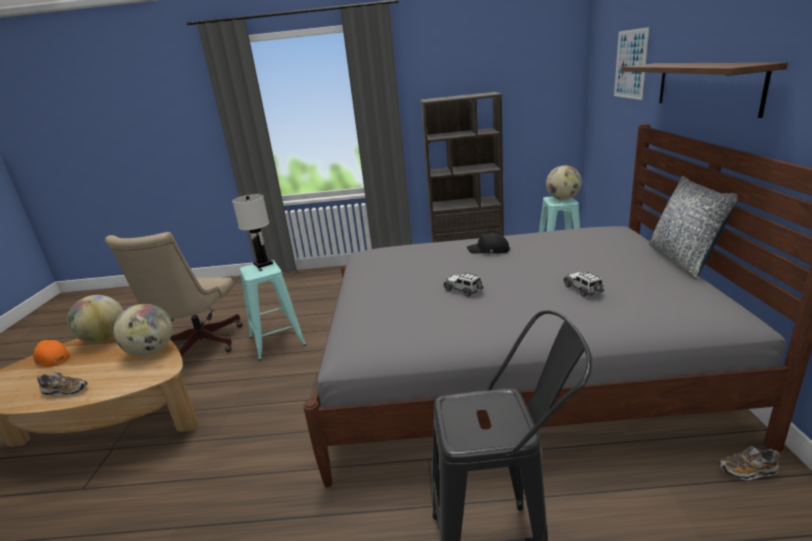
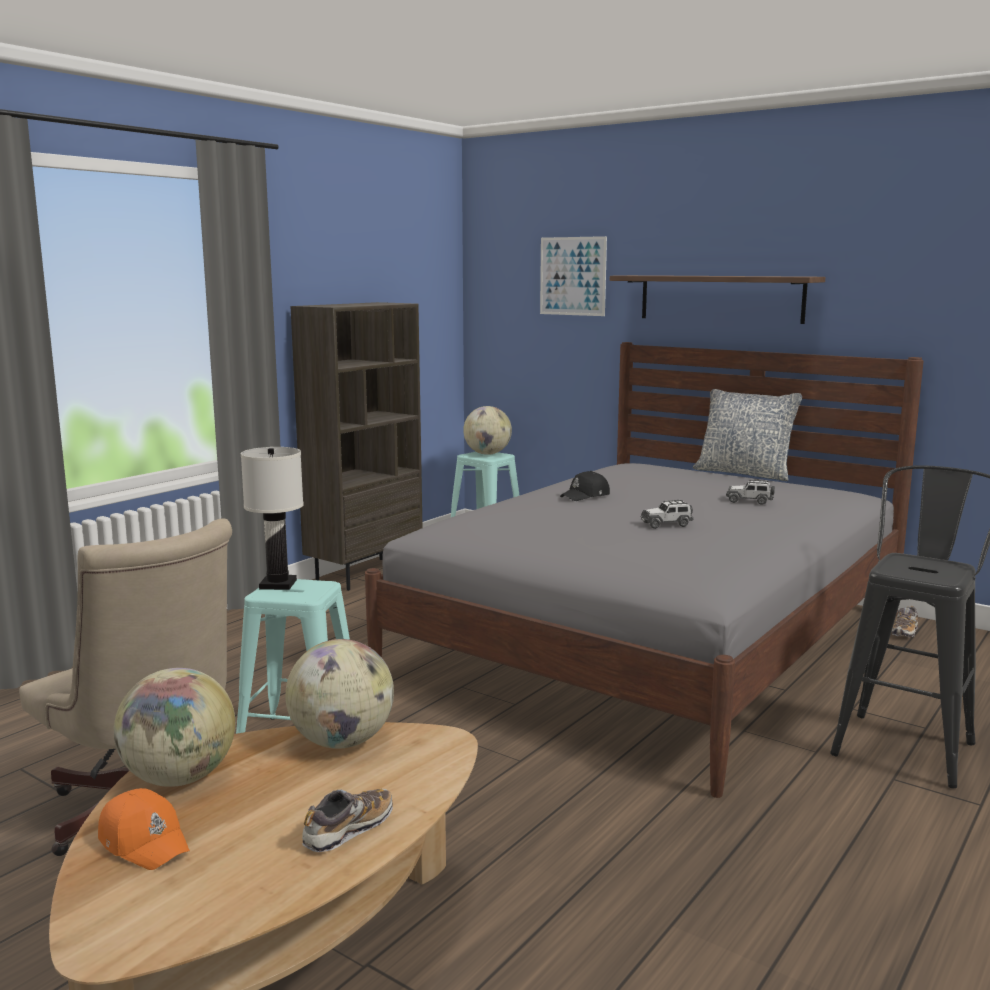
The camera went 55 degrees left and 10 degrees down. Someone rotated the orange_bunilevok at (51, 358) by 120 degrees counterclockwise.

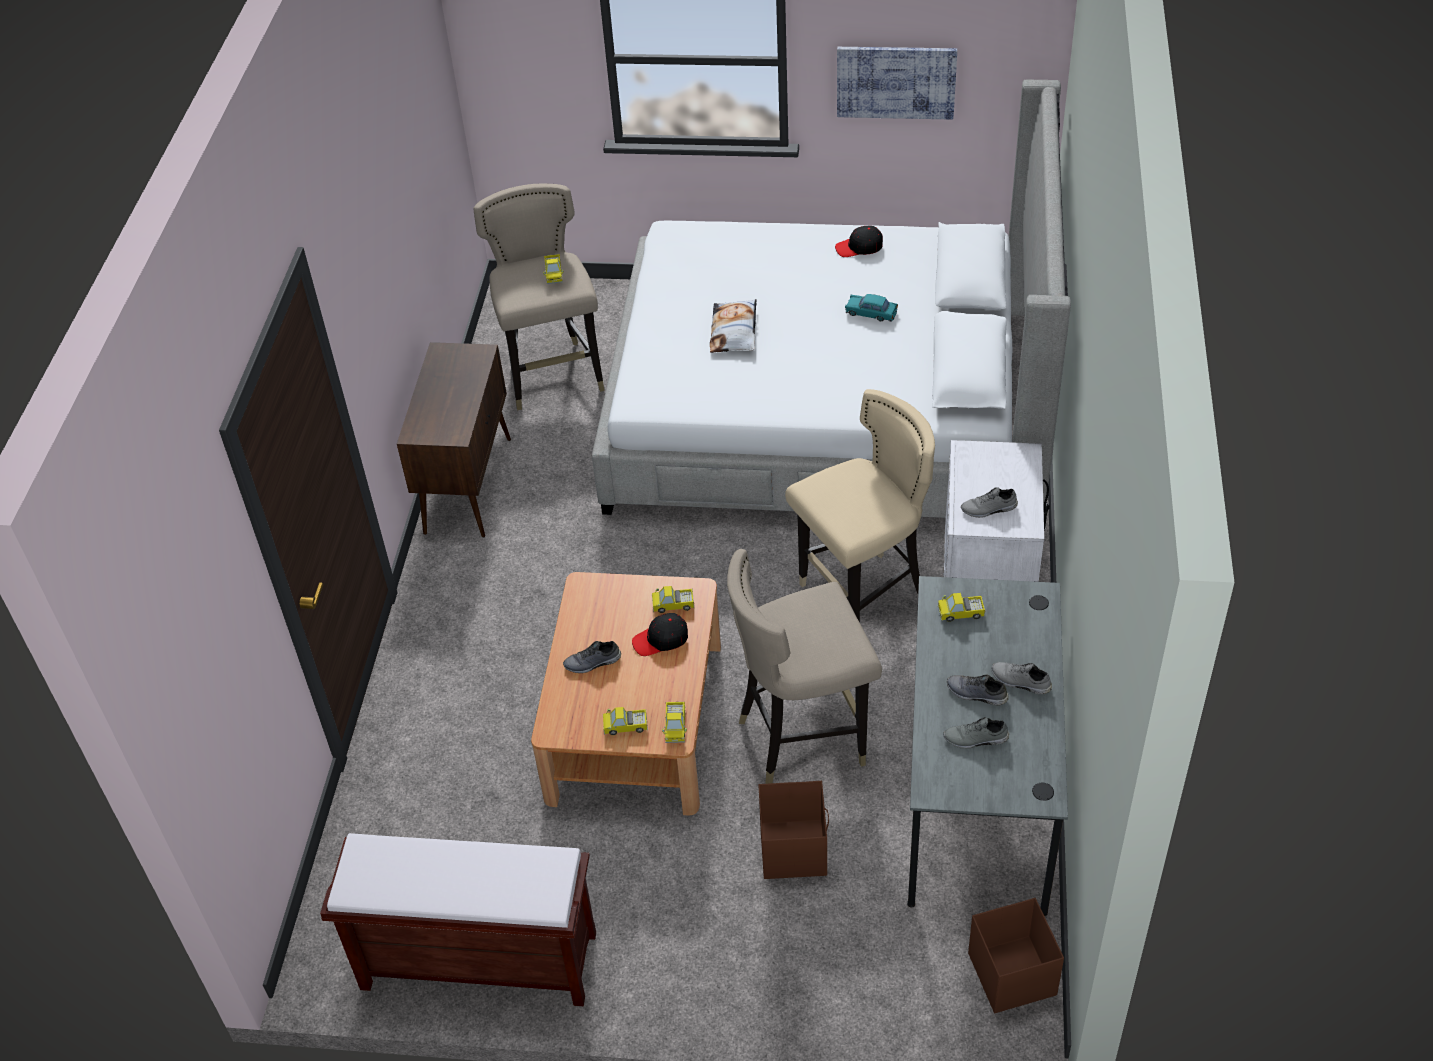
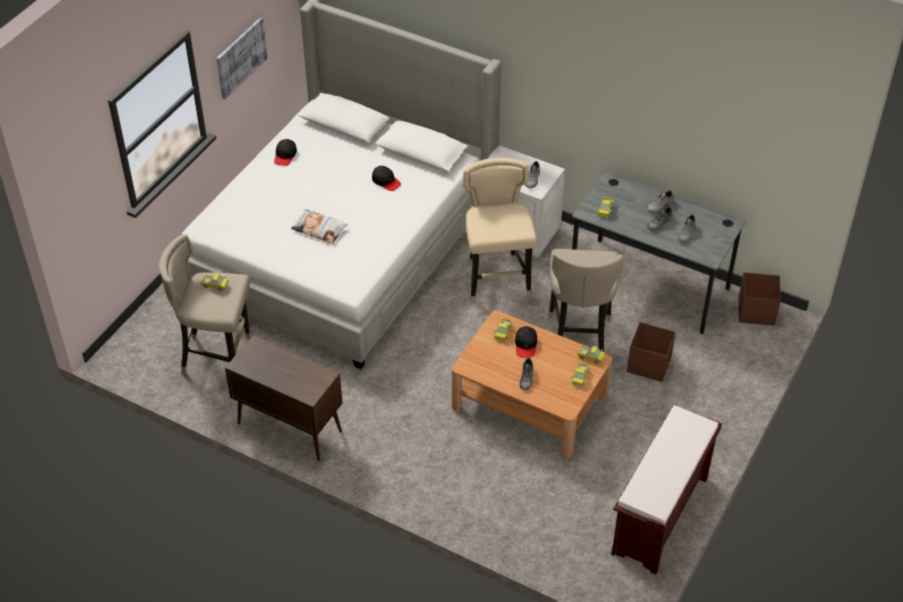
The camera went 70 degrees left and 0 degrees up. Someone took away the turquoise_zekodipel at (871, 313). Someone put down the black_bunilevok at (386, 181).

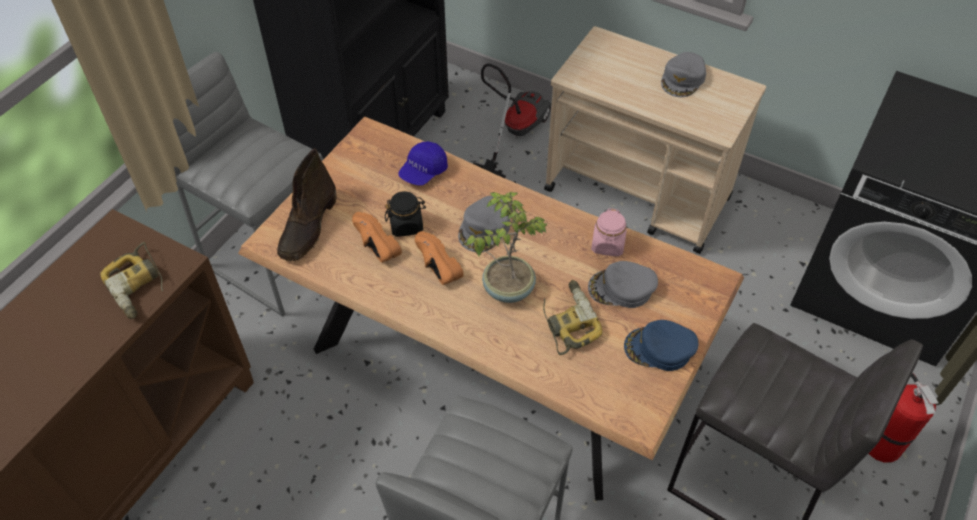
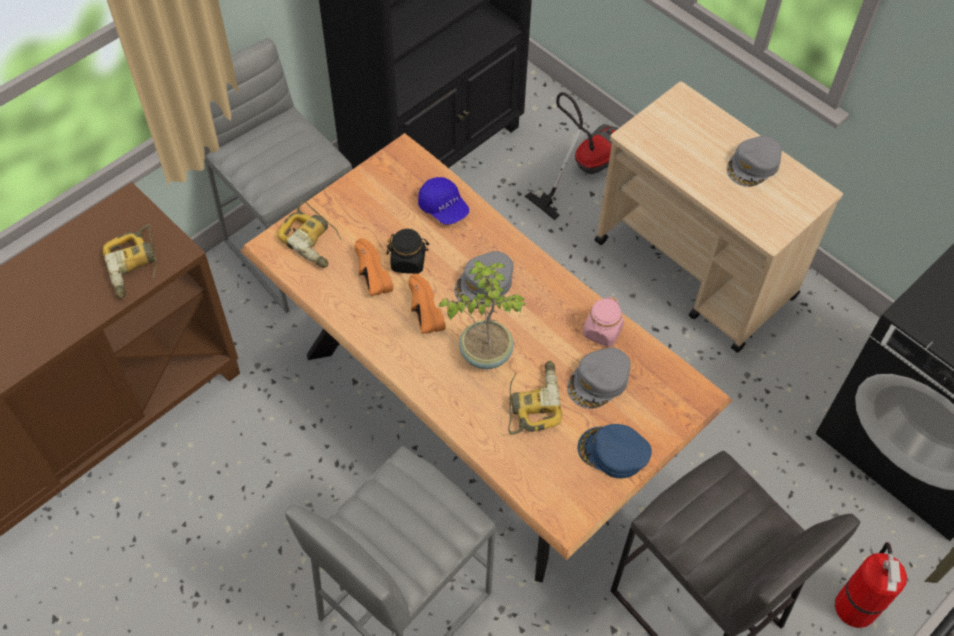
The camera went 15 degrees right and 5 degrees up. Someone rotated the blue_bunilevok at (423, 172) by 90 degrees counterclockwise. Someone swapped the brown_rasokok at (308, 227) for the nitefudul at (313, 240). Someone rotated the grey_bunilevok at (621, 289) by 60 degrees counterclockwise.

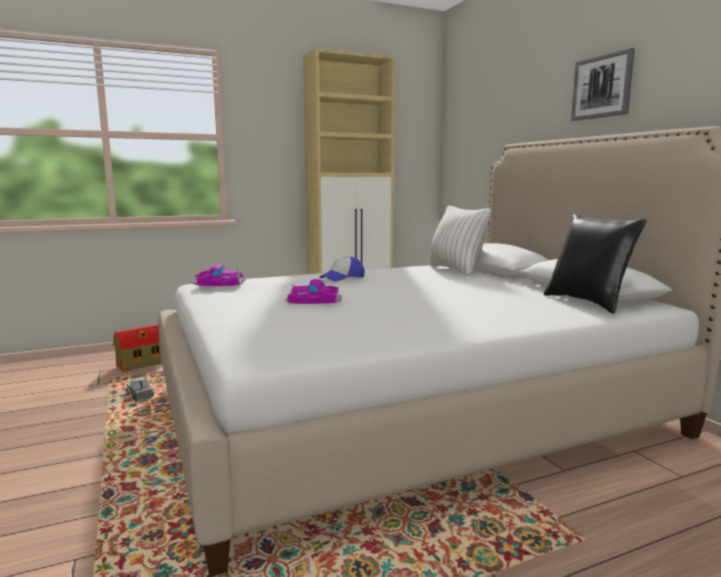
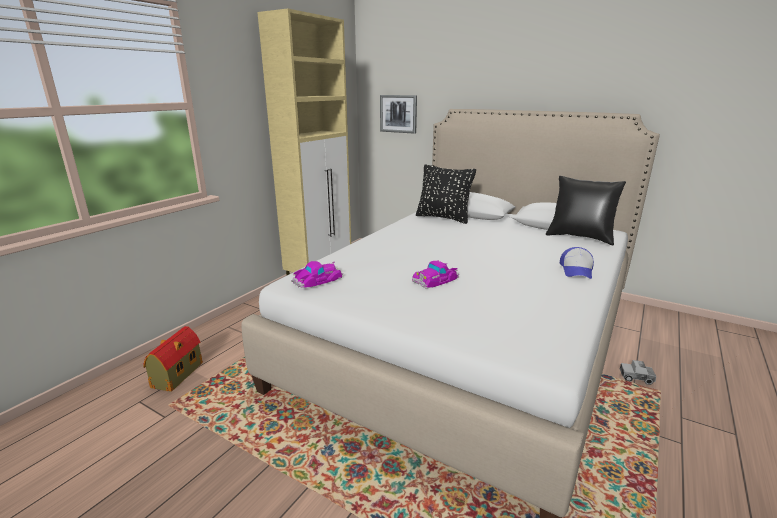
The camera went 35 degrees left and 10 degrees up. Someone carried the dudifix from (602, 87) to (398, 113). Someone repainted the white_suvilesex at (455, 270), which became the black_suvilesex at (443, 218). Someone carried the bunilevok from (343, 278) to (576, 270). Someone carried the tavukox from (140, 396) to (636, 378).

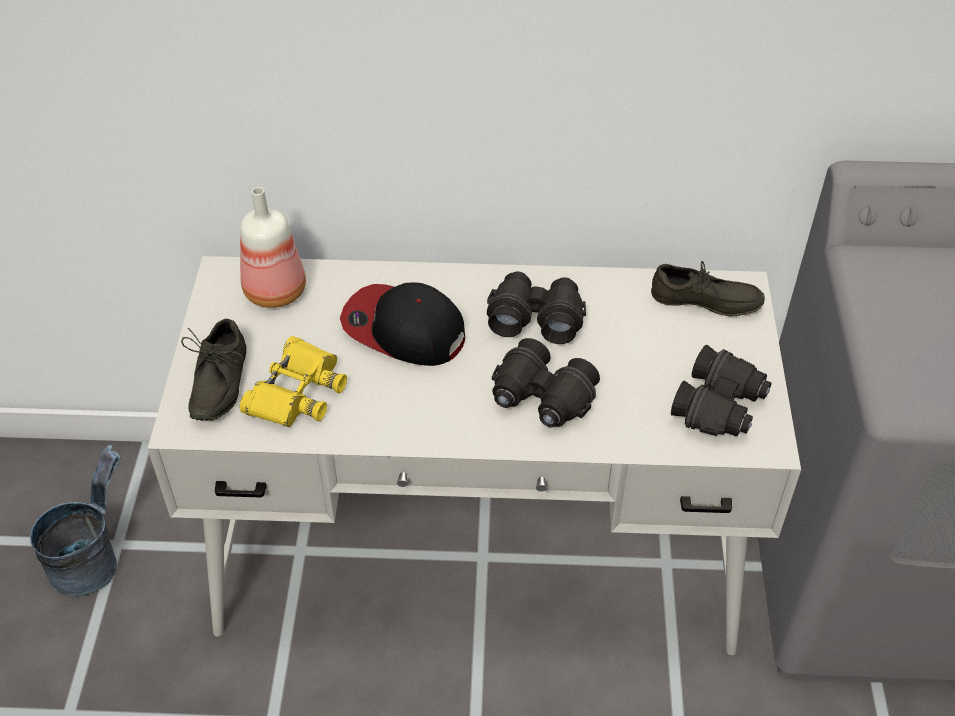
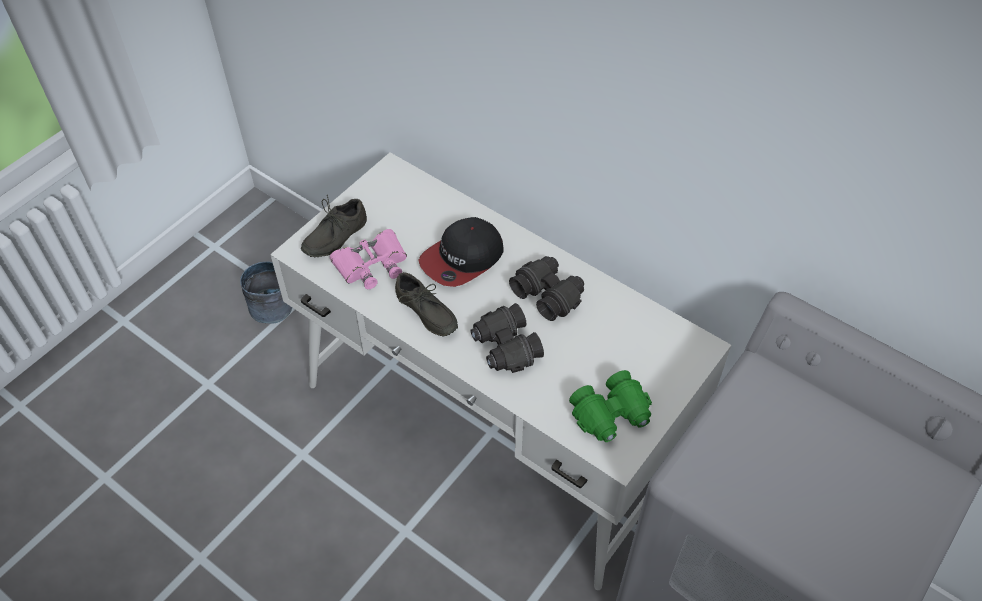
The camera went 35 degrees right and 5 degrees up. Someone took away the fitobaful at (273, 291). Someone carried the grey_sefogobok from (705, 304) to (424, 314). Someone rotated the bunilevok at (403, 329) by 105 degrees counterclockwise. Someone repainted the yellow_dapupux at (297, 391), which became the pink_dapupux at (372, 264). Someone repainted the black_dapupux at (720, 406), which became the green_dapupux at (611, 415).

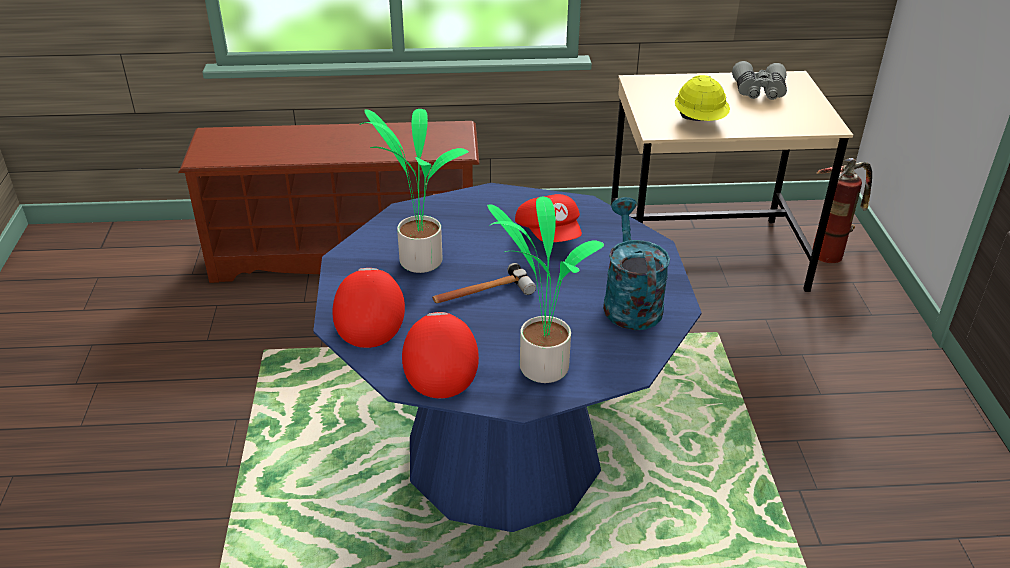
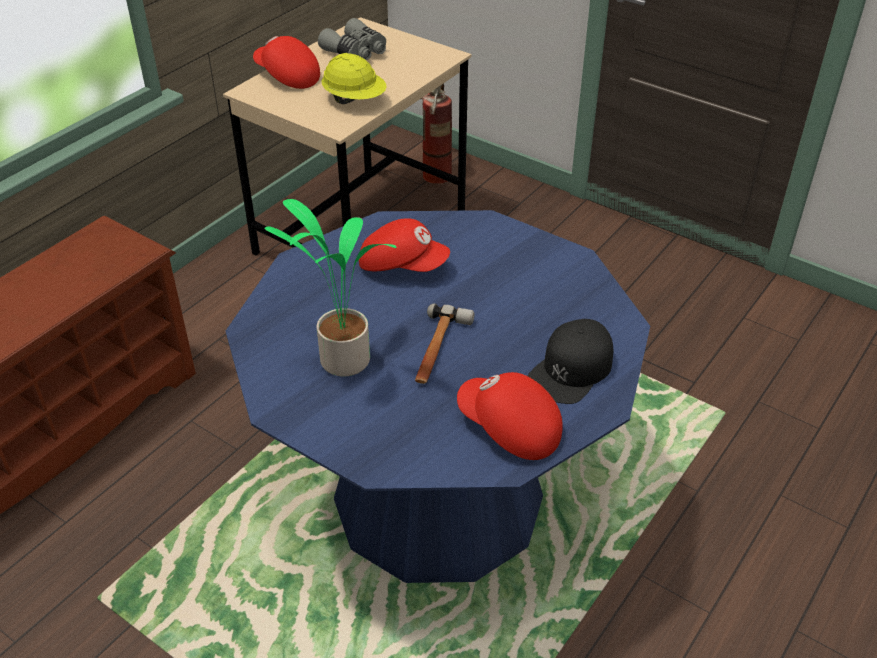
The camera went 50 degrees left and 5 degrees up. Someone swapped the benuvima at (541, 366) for the black_bunilevok at (571, 369). Someone took away the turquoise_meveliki at (629, 301). Someone carried the red_bunilevok from (369, 319) to (287, 76).

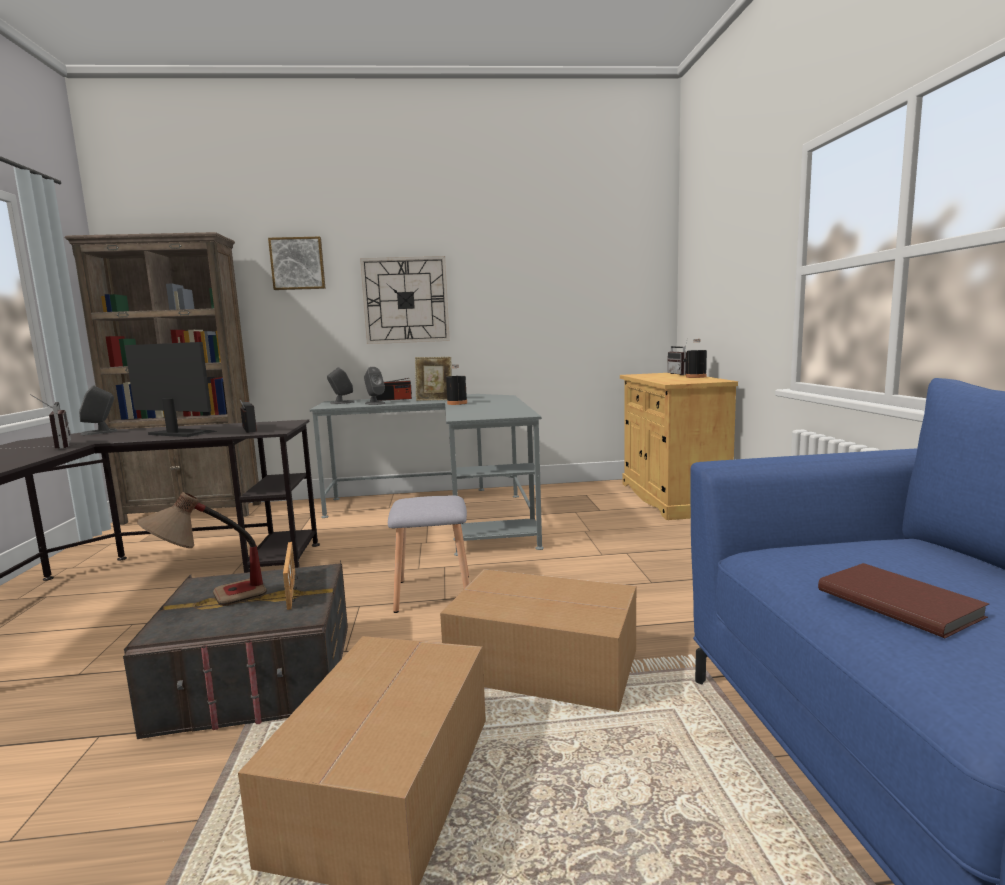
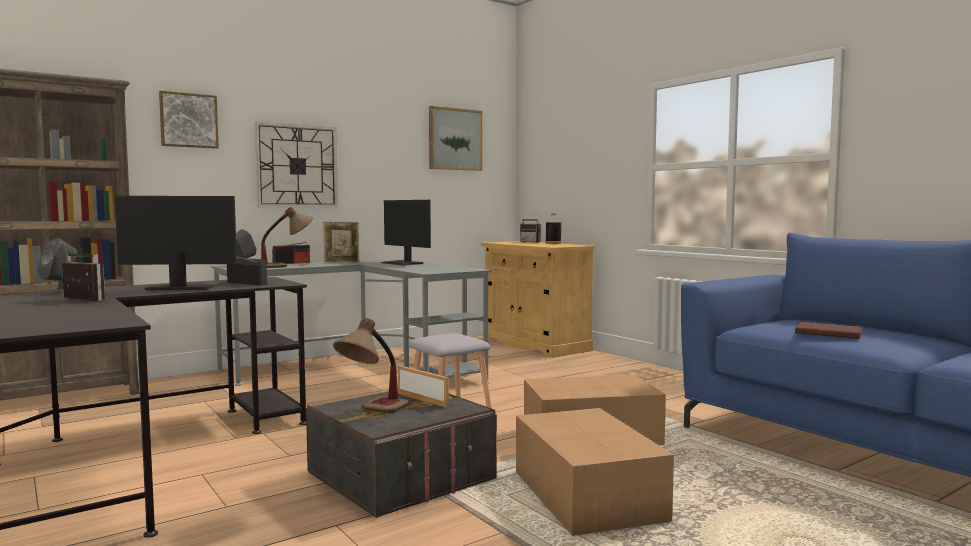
The camera went 30 degrees left and 5 degrees down. Someone took away the black_fitobaful at (457, 403). Someone swapped the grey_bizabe at (375, 403) for the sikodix at (287, 266). Someone put up the dudifix at (454, 139). Someone put down the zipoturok at (402, 263).

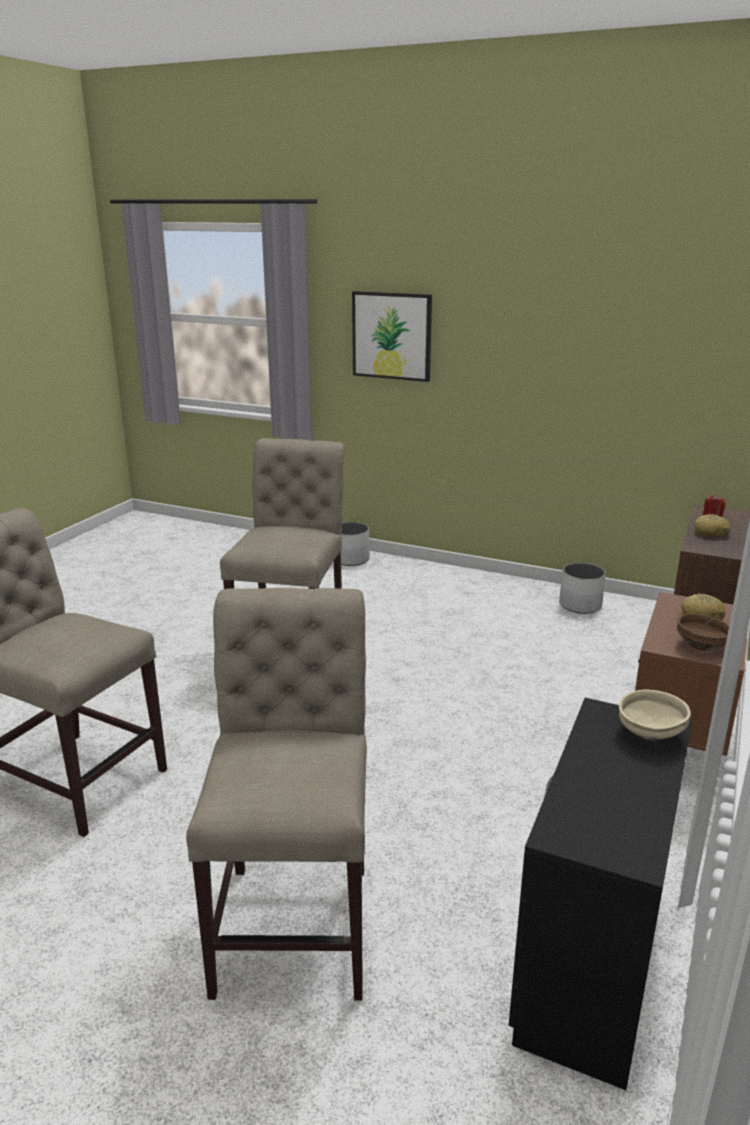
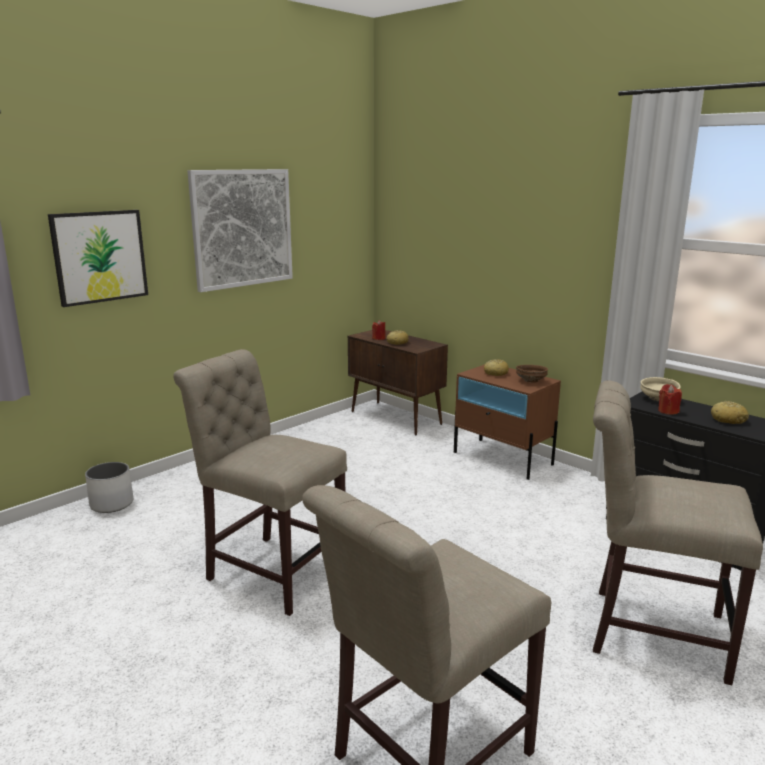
The camera went 70 degrees left and 5 degrees down. Someone took away the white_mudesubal at (579, 605). Someone put up the dudifix at (242, 228). Someone put down the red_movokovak at (668, 411). Someone put down the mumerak at (728, 420).

